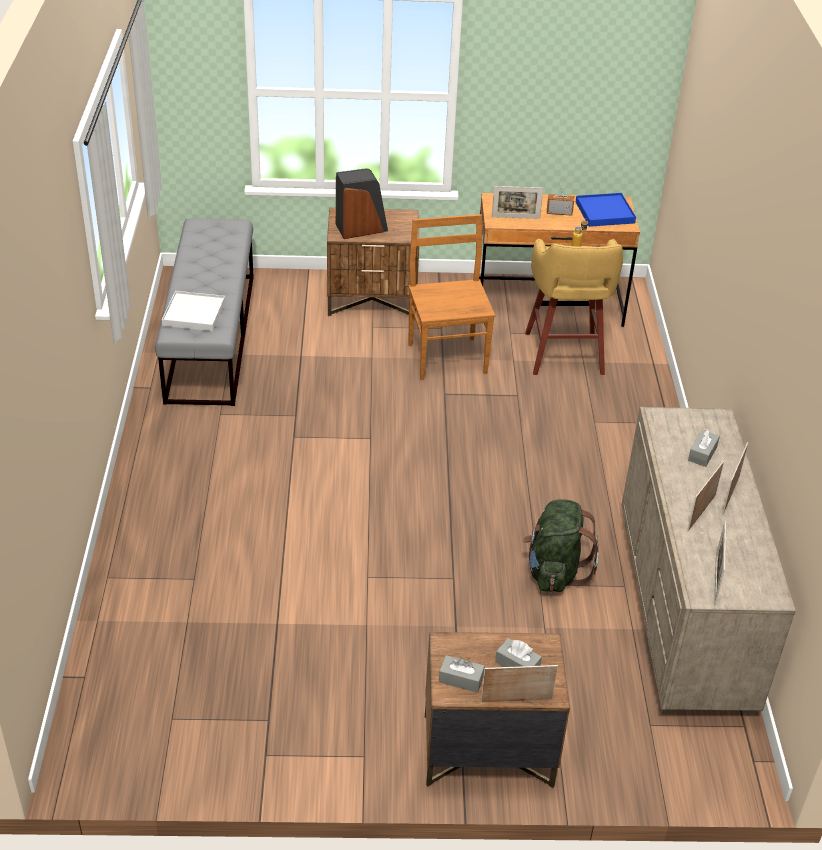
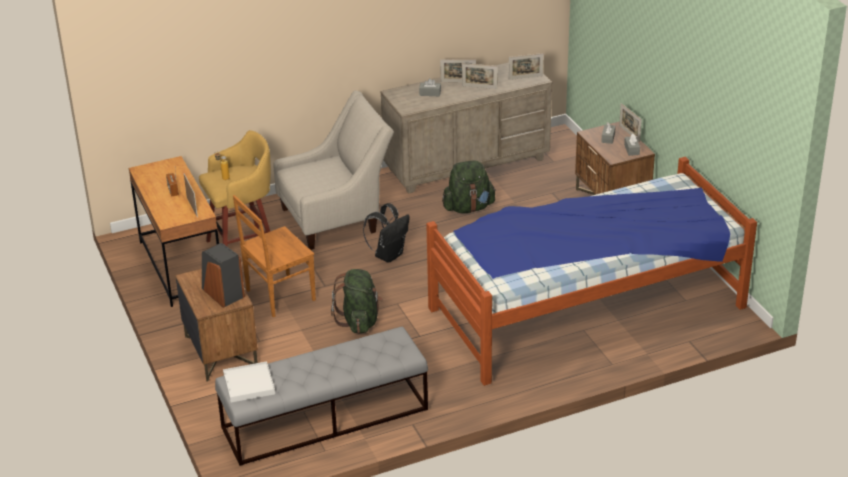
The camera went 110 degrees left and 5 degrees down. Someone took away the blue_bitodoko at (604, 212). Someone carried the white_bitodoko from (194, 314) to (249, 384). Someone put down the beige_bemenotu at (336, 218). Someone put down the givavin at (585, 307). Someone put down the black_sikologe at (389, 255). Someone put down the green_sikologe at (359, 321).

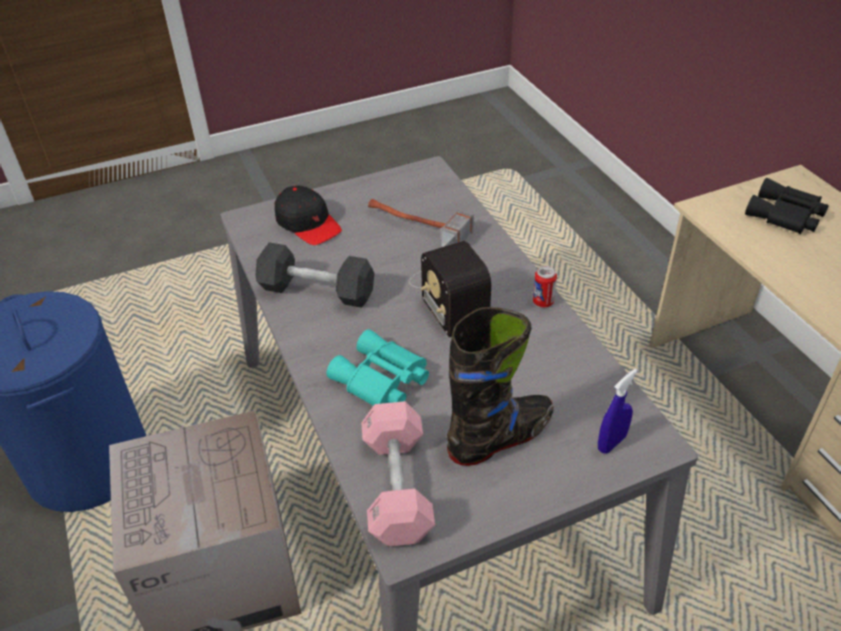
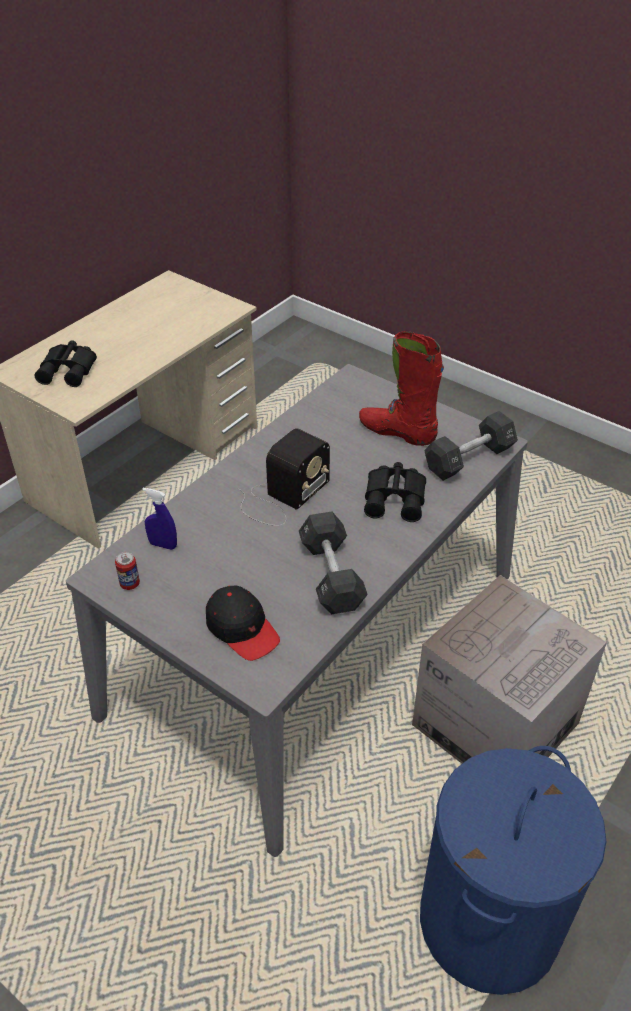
The camera went 120 degrees left and 0 degrees up. Someone rotated the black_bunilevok at (308, 223) by 120 degrees clockwise. Someone took away the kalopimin at (413, 230). Someone carried the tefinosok from (543, 302) to (130, 584). Someone repainted the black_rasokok at (500, 438), which became the red_rasokok at (397, 431). Someone repainted the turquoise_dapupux at (381, 381), which became the black_dapupux at (396, 498). Someone carried the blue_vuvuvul from (611, 443) to (163, 545). Someone repainted the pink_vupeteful at (397, 486), which became the black_vupeteful at (469, 459).

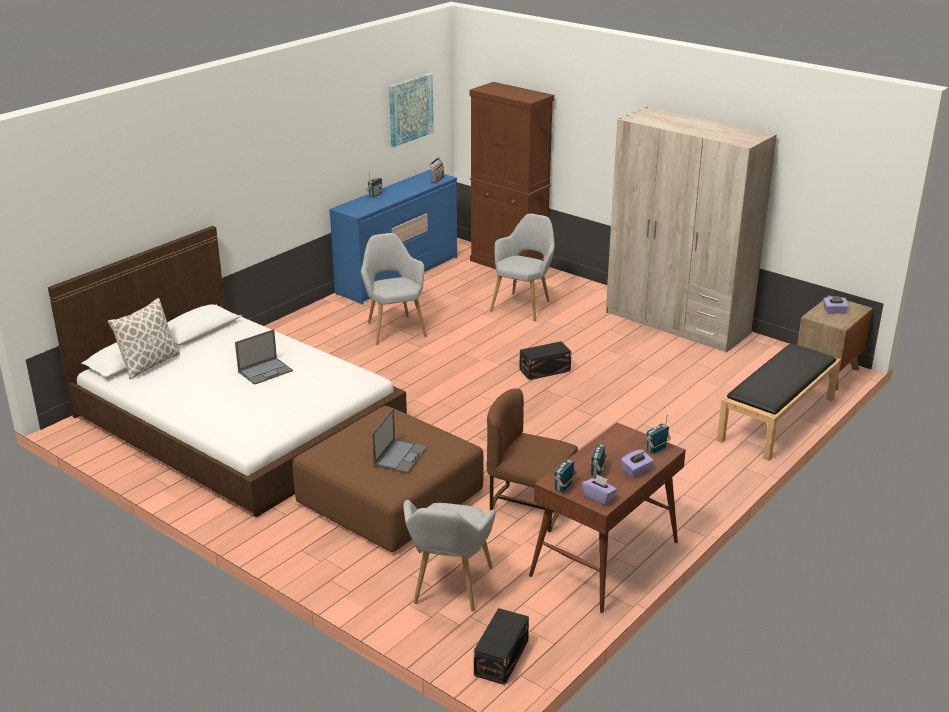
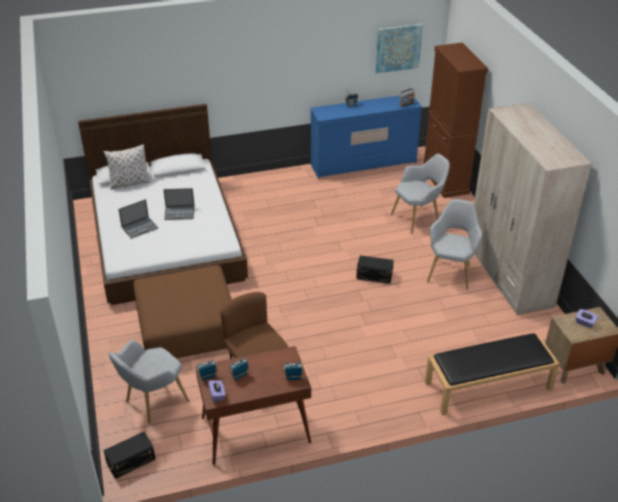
The camera went 35 degrees right and 10 degrees up. Someone carried the grey_bemenotu from (394, 328) to (450, 271). Someone carried the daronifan from (400, 456) to (140, 227). Someone took away the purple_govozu at (636, 471).

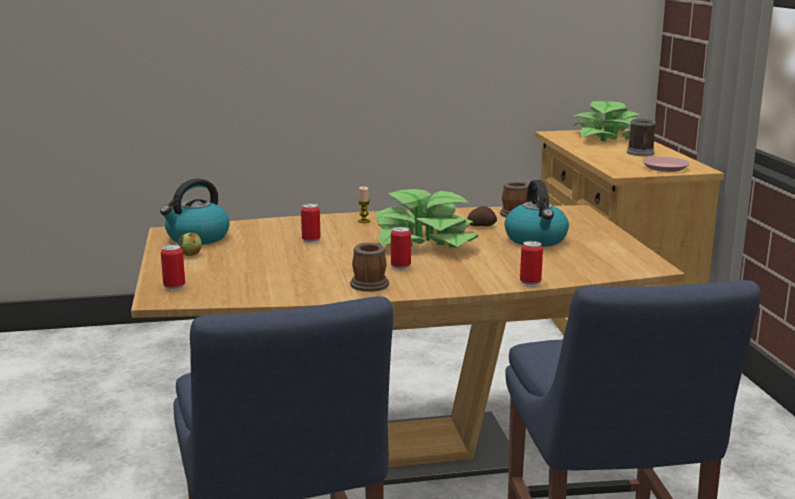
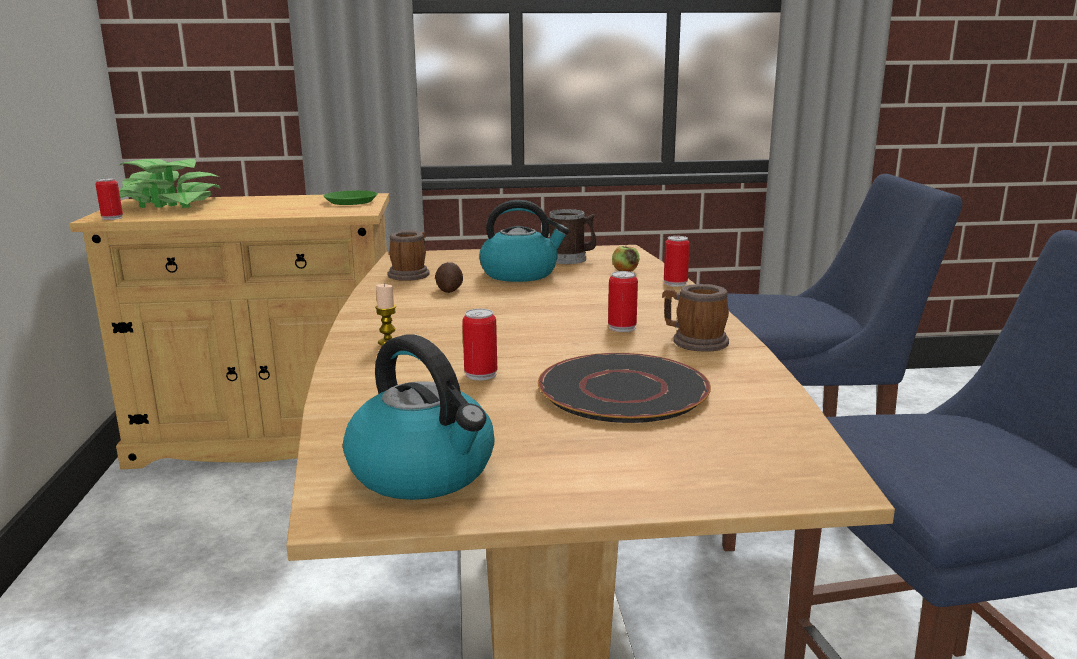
The camera went 85 degrees left and 0 degrees up. Someone carried the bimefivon from (641, 154) to (571, 259). Someone repainted the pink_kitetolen at (665, 167), which became the green_kitetolen at (350, 201). Someone took away the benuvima at (425, 241). Someone carried the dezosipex from (190, 254) to (625, 270). Someone carried the tefinosok from (174, 287) to (112, 218). Someone put down the black_kitetolen at (624, 390).

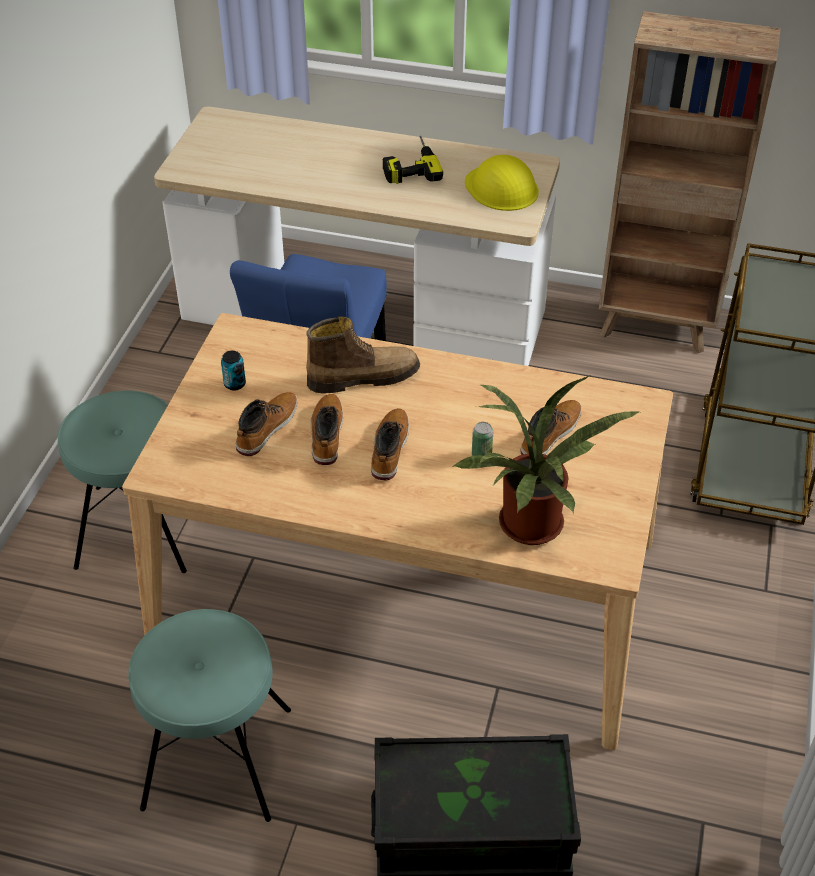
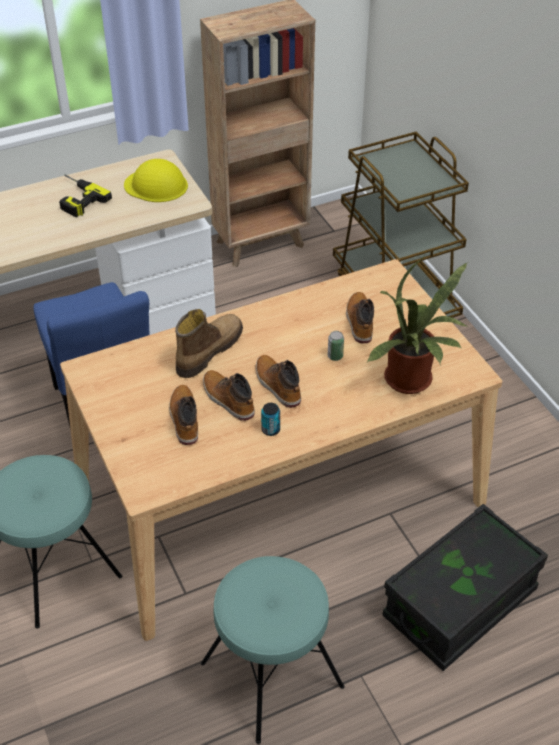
The camera went 40 degrees left and 0 degrees up. Someone carried the tefinosok from (235, 384) to (270, 430).

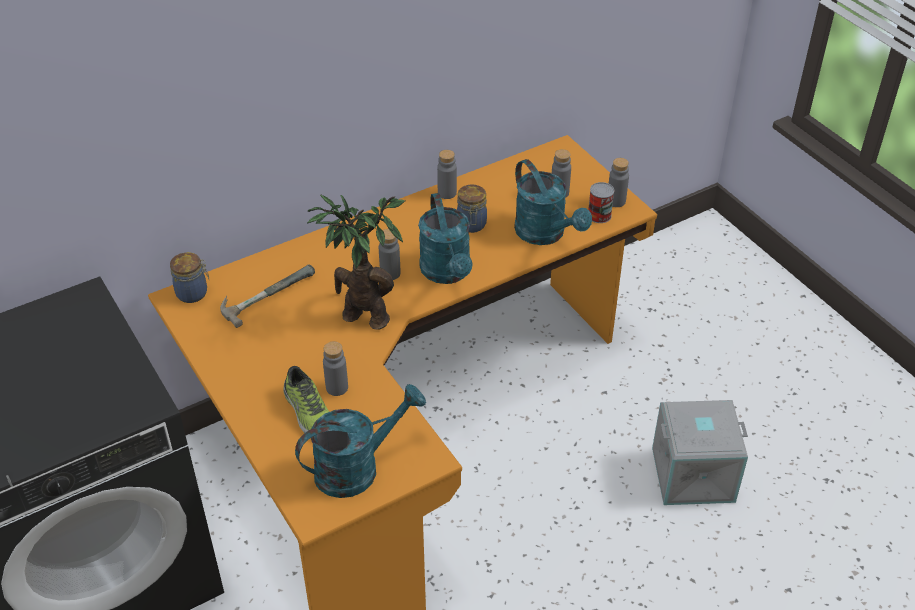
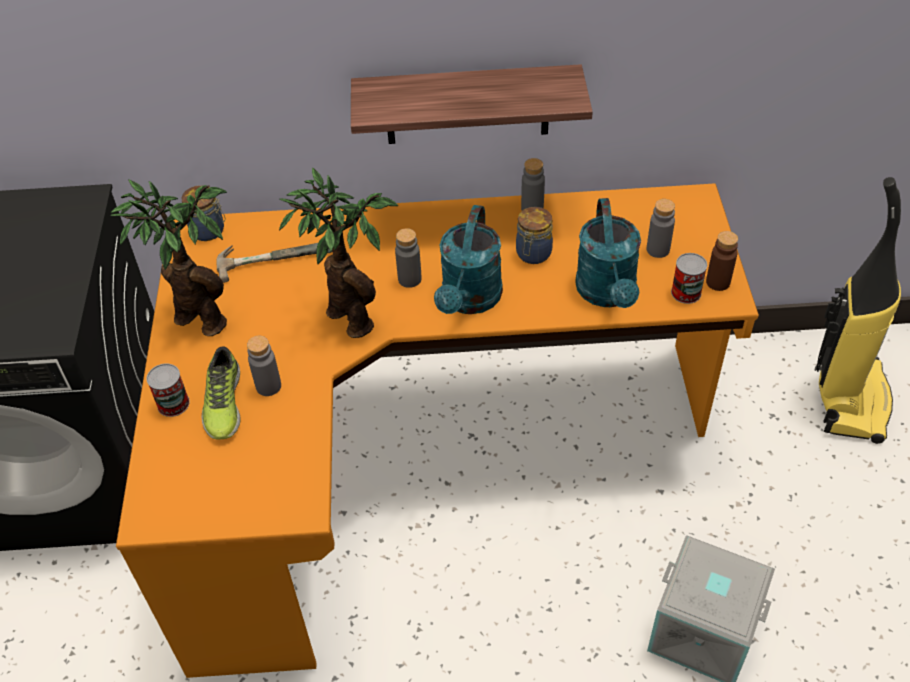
The camera went 30 degrees right and 5 degrees up. Someone repainted the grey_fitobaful at (616, 201), which became the brown_fitobaful at (718, 282). Someone took away the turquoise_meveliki at (357, 467). Someone put up the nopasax at (467, 105). Someone put down the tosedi at (848, 398). Someone put down the benuvima at (197, 317). Someone put down the tefinosok at (173, 404).

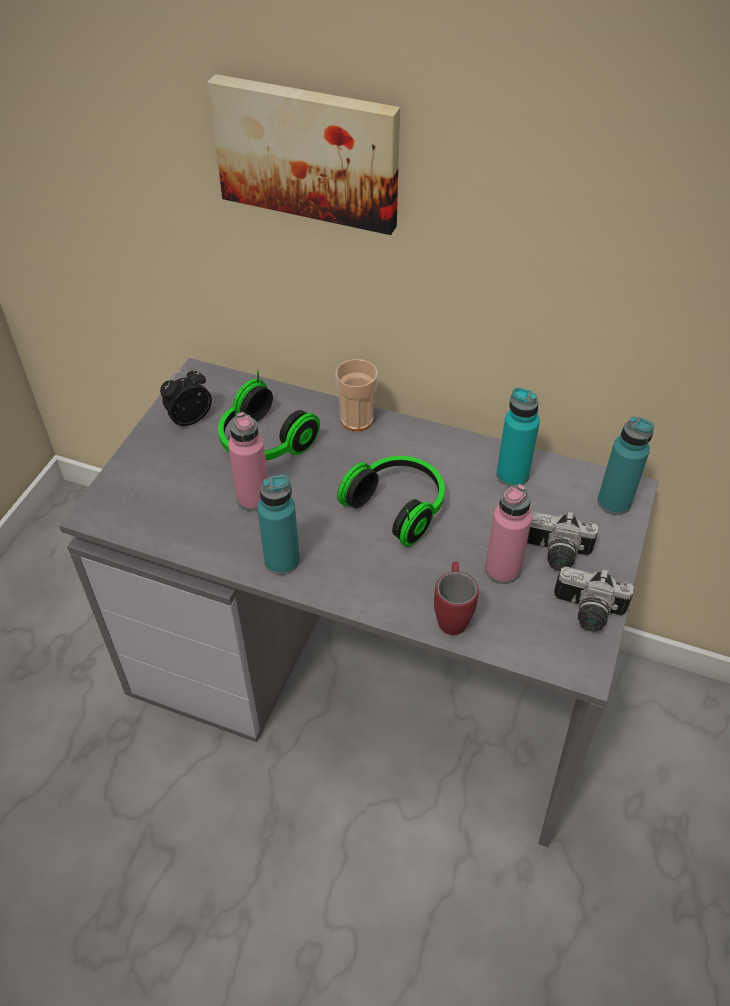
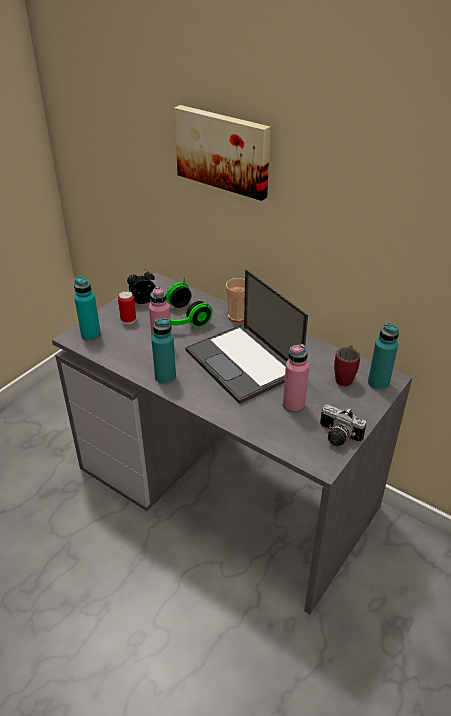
The camera went 15 degrees right and 10 degrees down. Someone carried the turquoise_fitobaful from (512, 475) to (91, 335). Someone swapped the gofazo at (398, 507) for the daronifan at (244, 363). Someone took away the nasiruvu at (555, 555). Someone carried the red_bimefivon from (452, 614) to (345, 377). Someone put down the tefinosok at (128, 320).

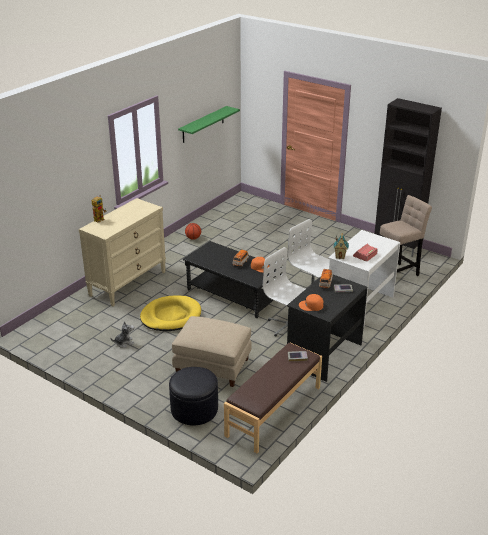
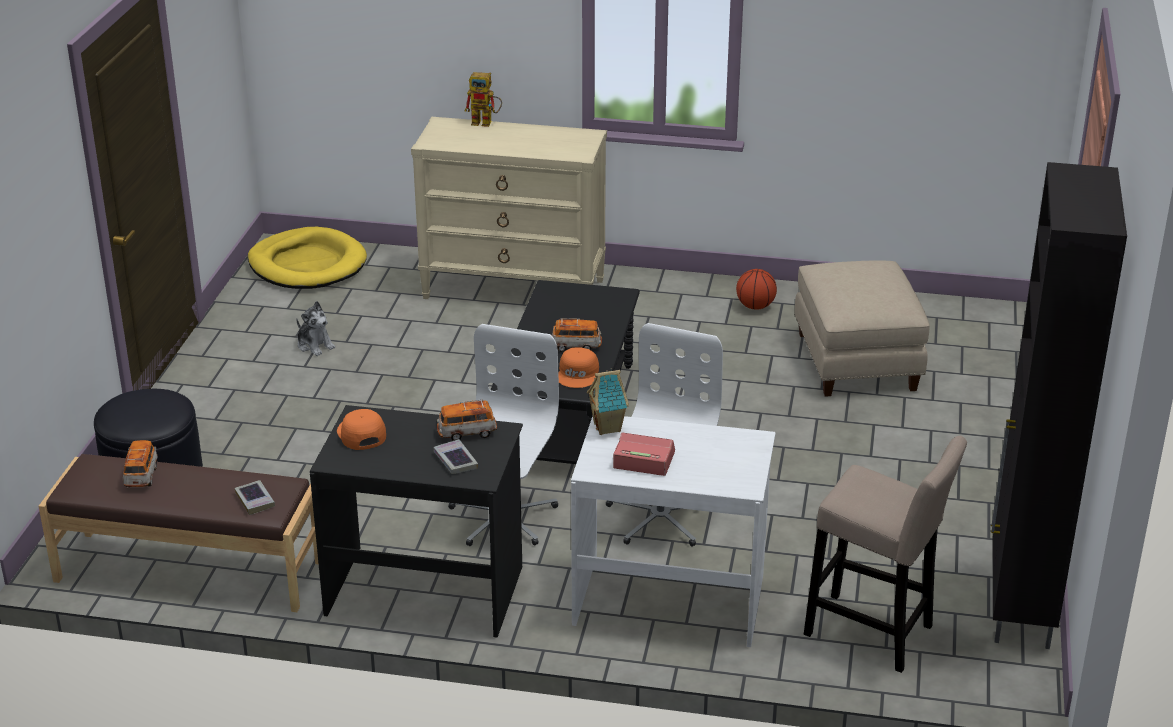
The camera went 65 degrees right and 0 degrees up. Someone took away the green_nopasax at (203, 124). Someone carried the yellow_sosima from (171, 316) to (307, 264). Someone carried the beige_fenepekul from (213, 366) to (858, 362). Someone put down the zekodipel at (141, 476).

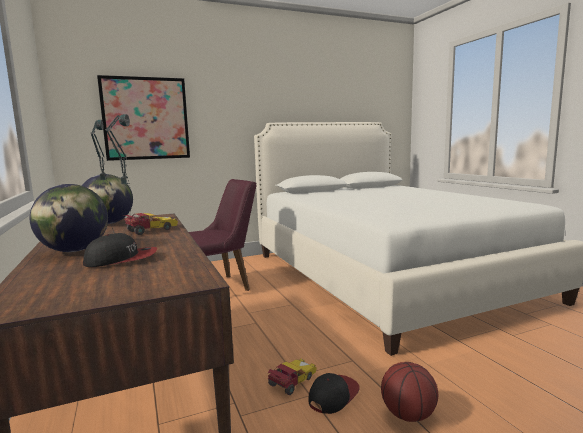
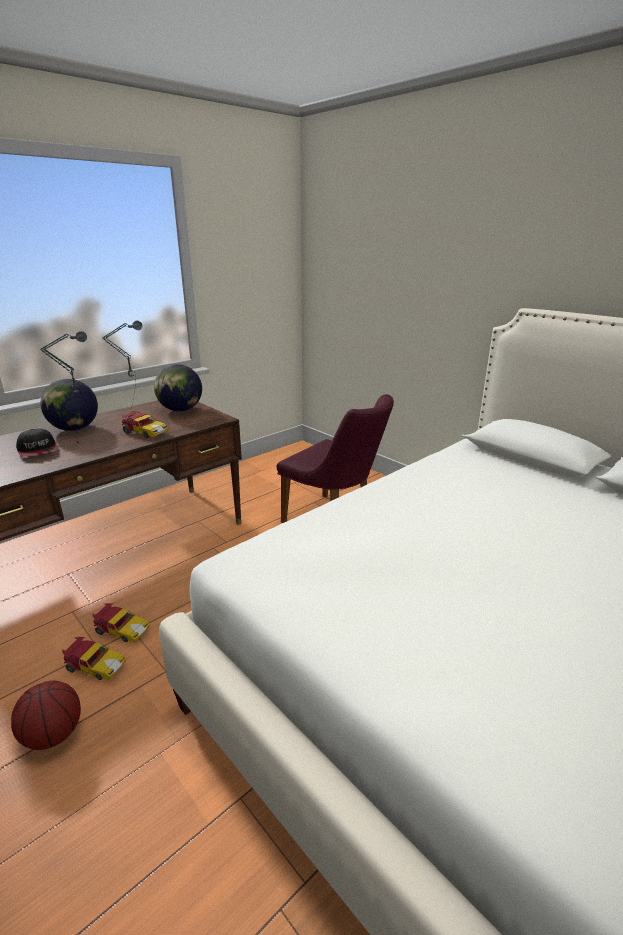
The camera went 70 degrees right and 15 degrees up. Someone took away the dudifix at (146, 118). Someone swapped the bunilevok at (333, 395) for the zekodipel at (95, 666).

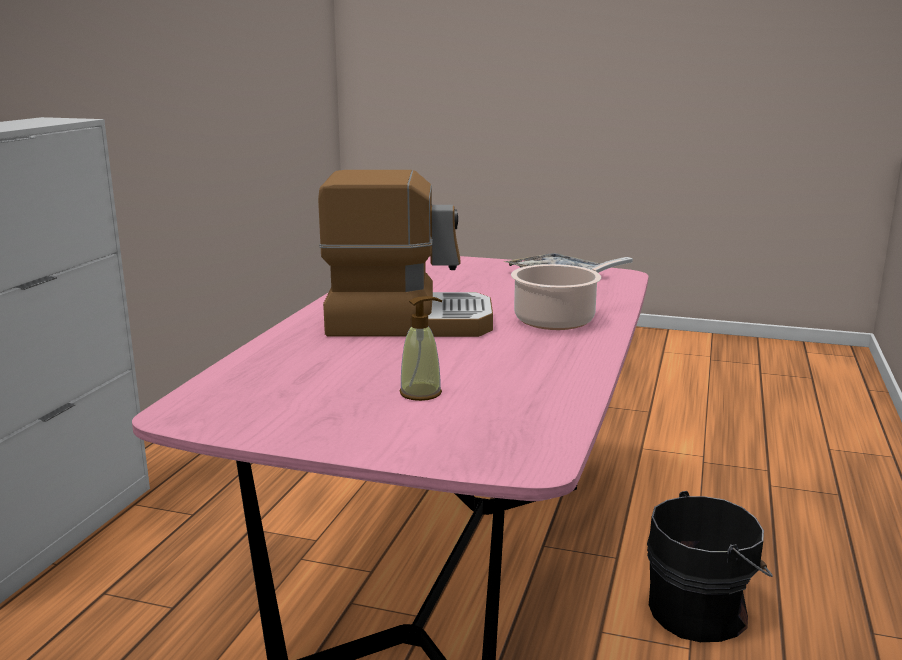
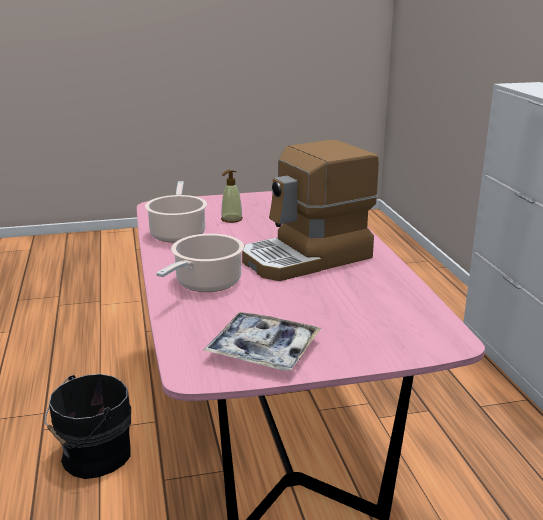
The camera went 150 degrees right and 5 degrees up. Someone put down the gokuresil at (178, 233).

